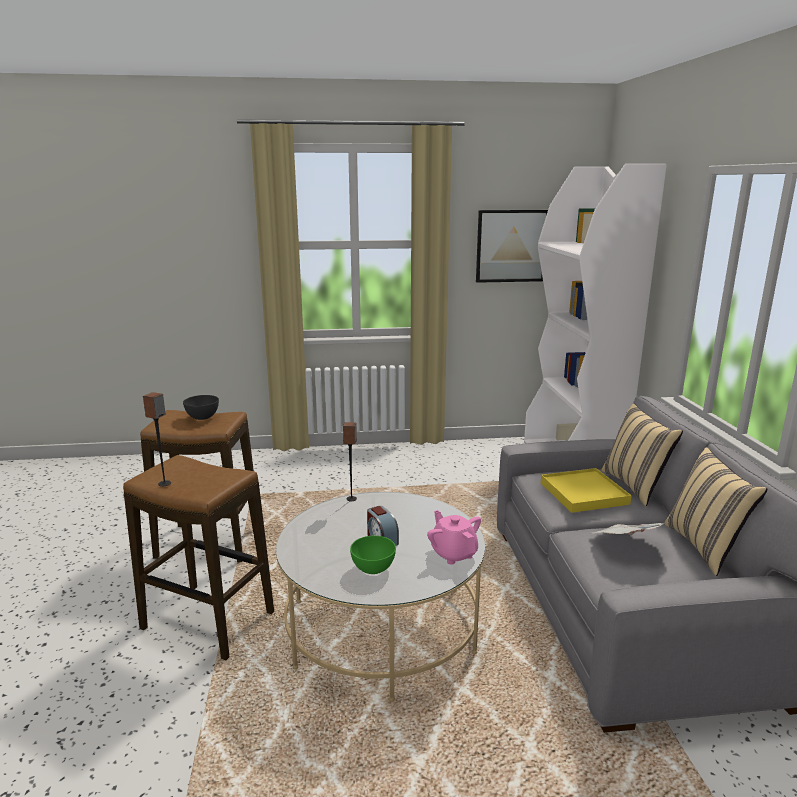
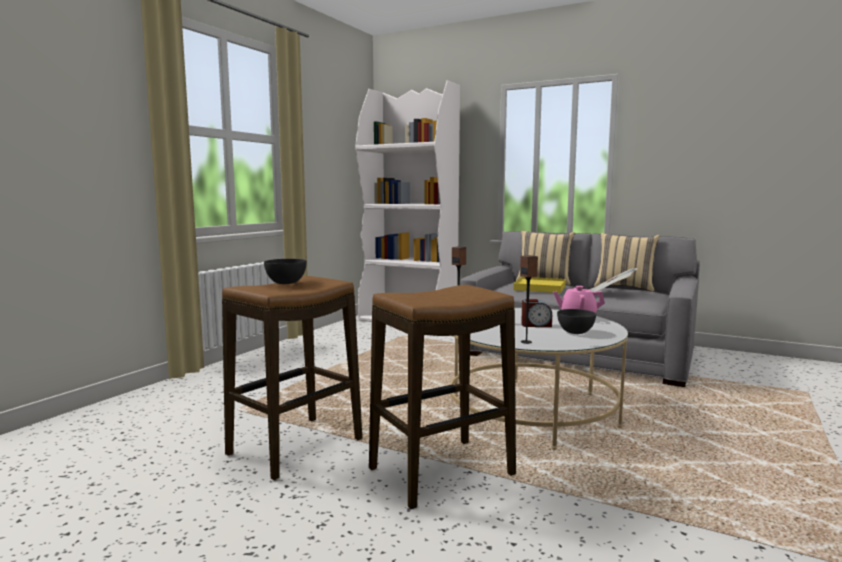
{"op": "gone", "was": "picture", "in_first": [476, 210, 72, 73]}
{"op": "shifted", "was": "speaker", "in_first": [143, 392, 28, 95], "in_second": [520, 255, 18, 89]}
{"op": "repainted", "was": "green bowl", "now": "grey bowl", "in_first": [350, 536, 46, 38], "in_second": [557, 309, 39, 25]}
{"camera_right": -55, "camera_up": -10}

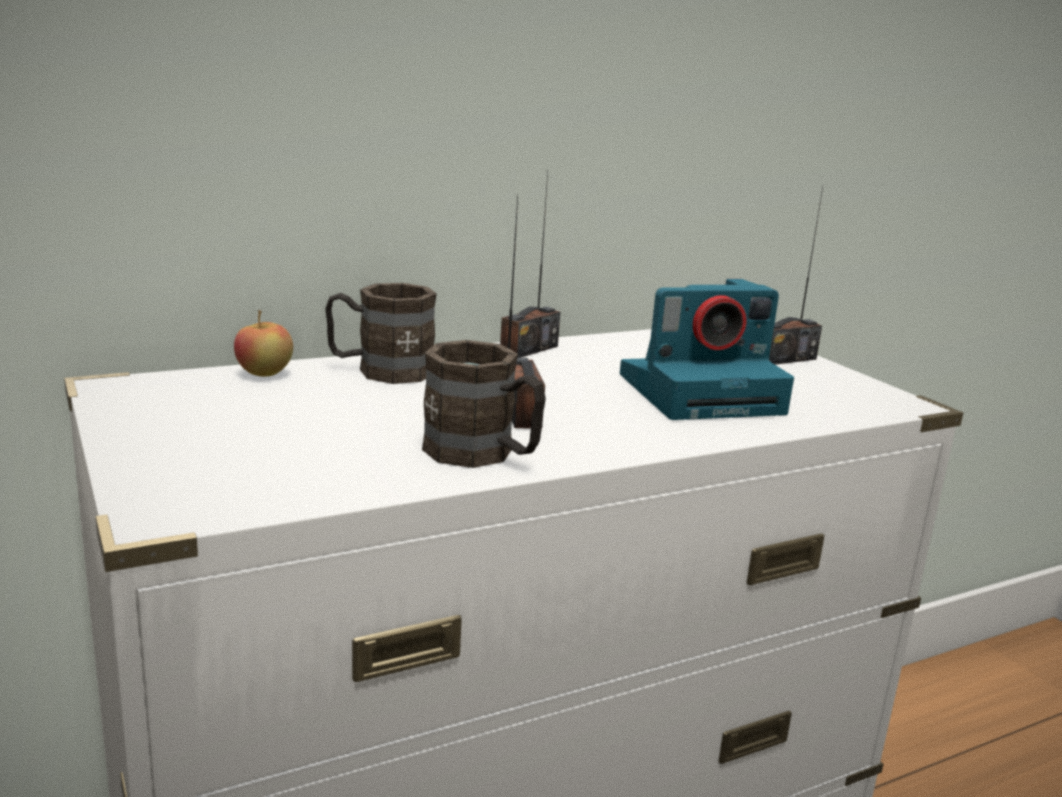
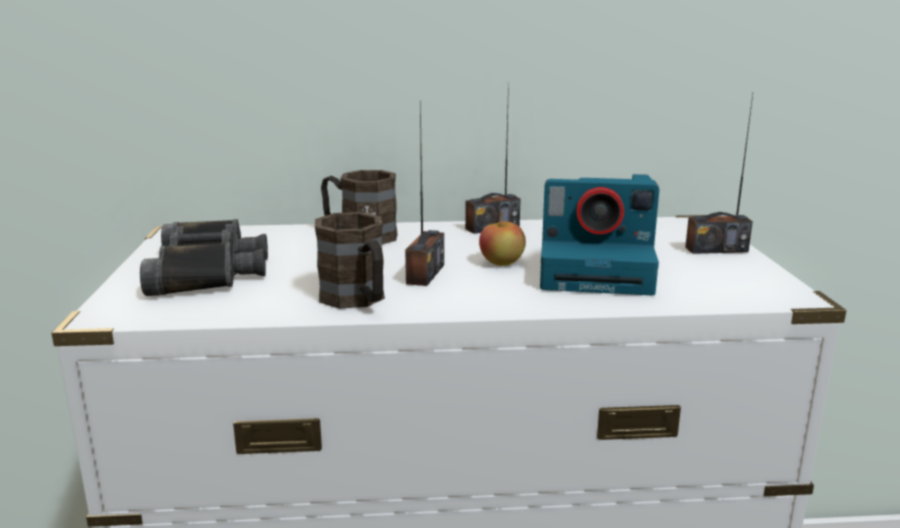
{"op": "shifted", "was": "apple", "in_first": [234, 310, 59, 67], "in_second": [479, 212, 47, 54]}
{"op": "new", "now": "black binoculars", "in_second": [140, 219, 128, 77]}
{"camera_right": 25, "camera_up": 0}

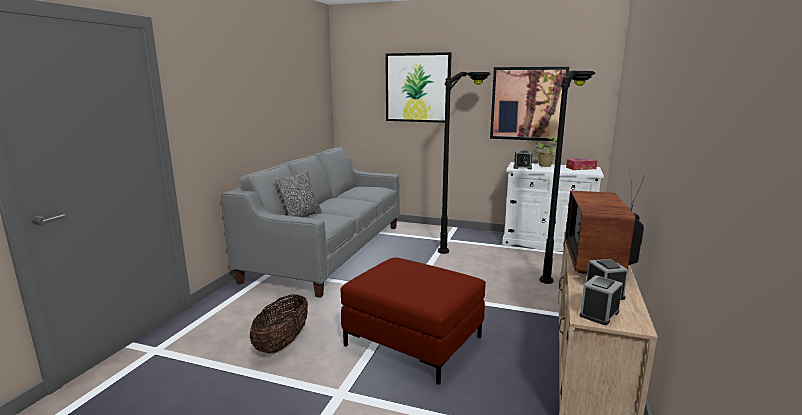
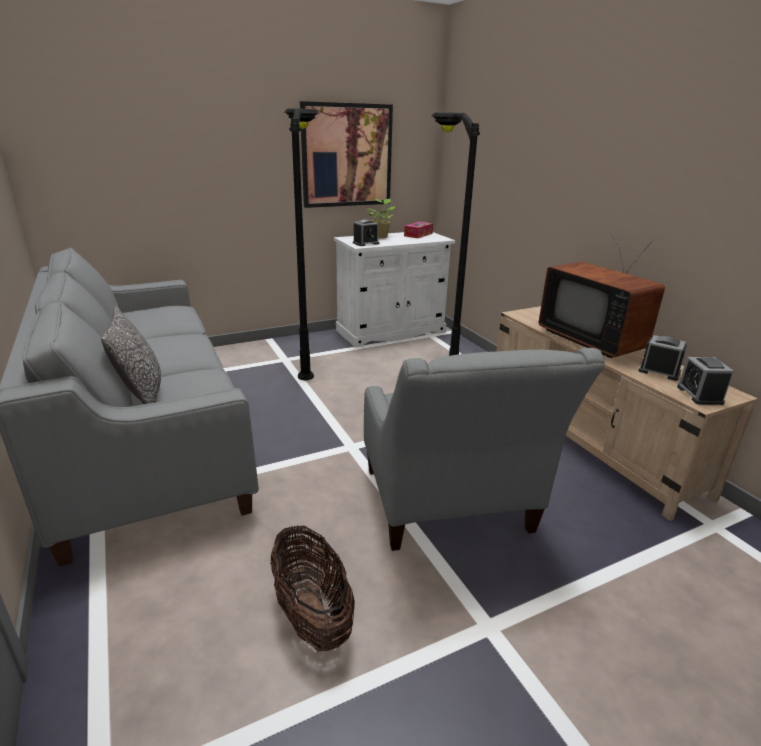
{"op": "gone", "was": "picture", "in_first": [385, 52, 67, 71]}
{"op": "swapped", "was": "red ottoman", "now": "grey armchair", "in_first": [340, 257, 146, 128], "in_second": [364, 348, 240, 203]}
{"camera_right": -45, "camera_up": 10}

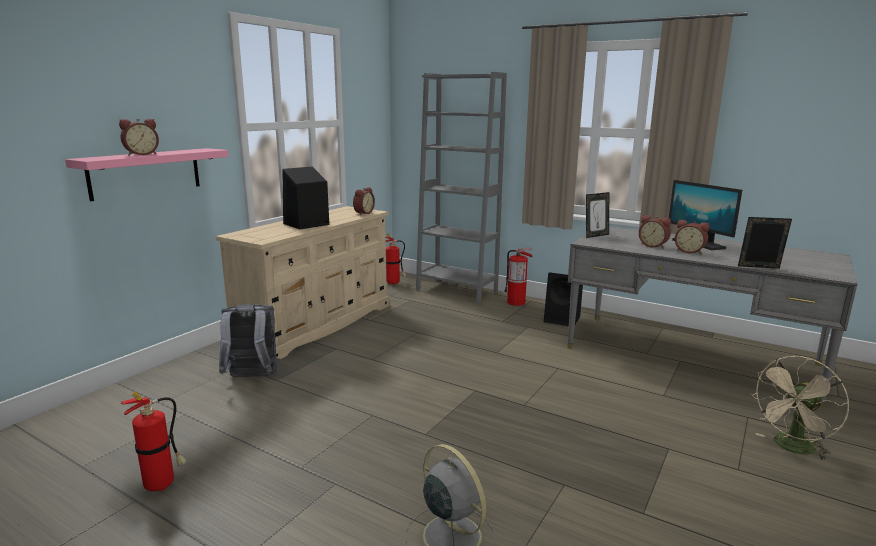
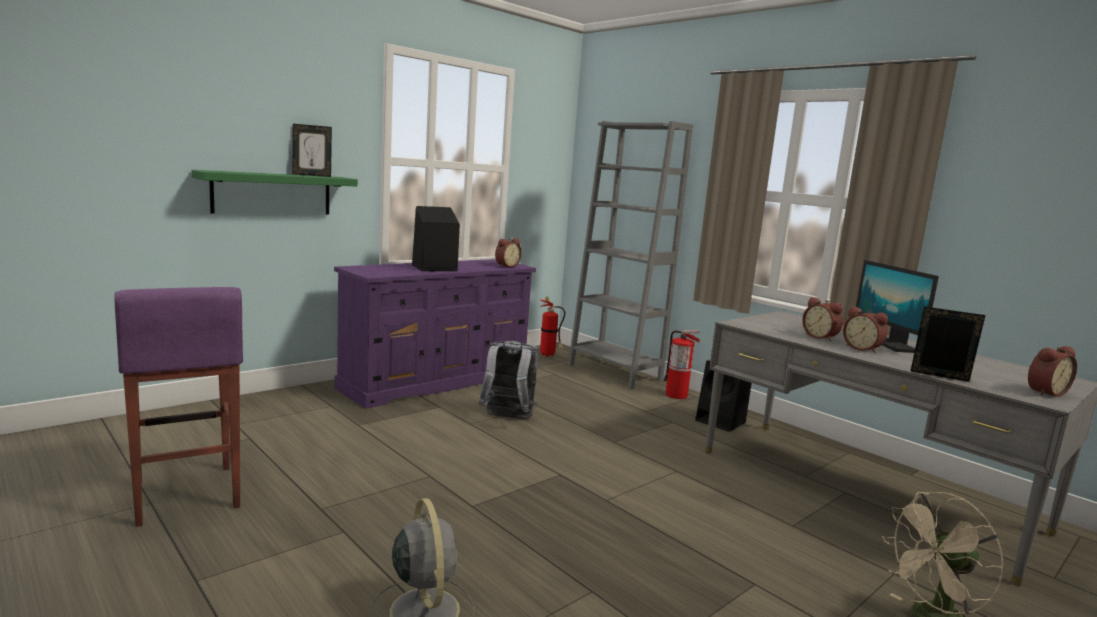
{"op": "shifted", "was": "alarm clock", "in_first": [119, 119, 40, 36], "in_second": [1028, 346, 49, 51]}
{"op": "repainted", "was": "pink shelf", "now": "green shelf", "in_first": [65, 148, 164, 53], "in_second": [192, 170, 166, 45]}
{"op": "shifted", "was": "picture frame", "in_first": [586, 192, 23, 46], "in_second": [292, 124, 40, 53]}
{"op": "repainted", "was": "beige dresser", "now": "purple dresser", "in_first": [216, 206, 173, 153], "in_second": [334, 259, 202, 150]}
{"op": "shifted", "was": "grey backpack", "in_first": [219, 304, 61, 73], "in_second": [479, 341, 60, 78]}
{"op": "swapped", "was": "fire extinguisher", "now": "purple stool", "in_first": [121, 391, 65, 101], "in_second": [115, 287, 128, 240]}
{"camera_right": 15, "camera_up": -5}

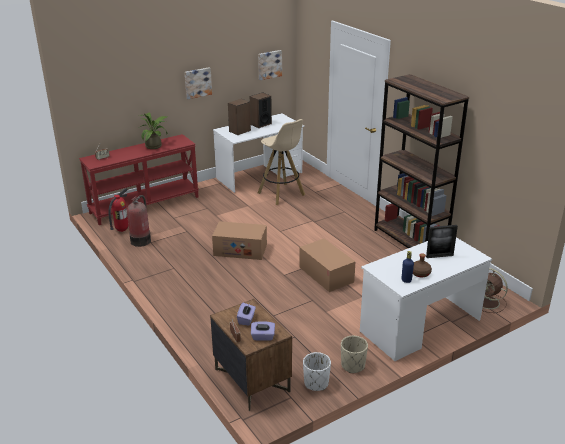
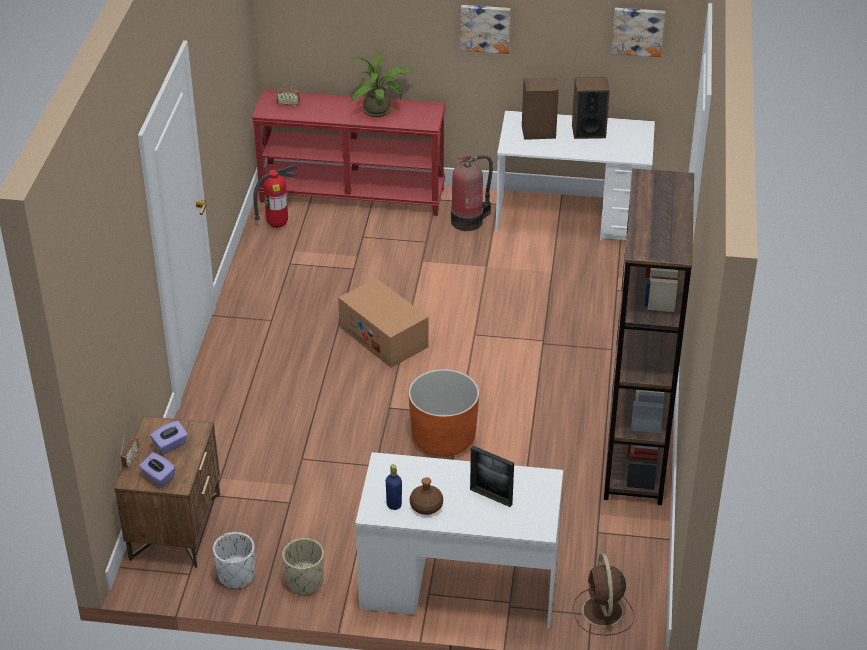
{"op": "gone", "was": "beige stool", "in_first": [258, 119, 47, 86]}
{"op": "shifted", "was": "fire extinguisher", "in_first": [127, 195, 24, 52], "in_second": [451, 155, 42, 76]}
{"op": "swapped", "was": "cardboard box", "now": "orange planter", "in_first": [299, 239, 57, 53], "in_second": [409, 369, 70, 88]}
{"camera_right": 40, "camera_up": 10}

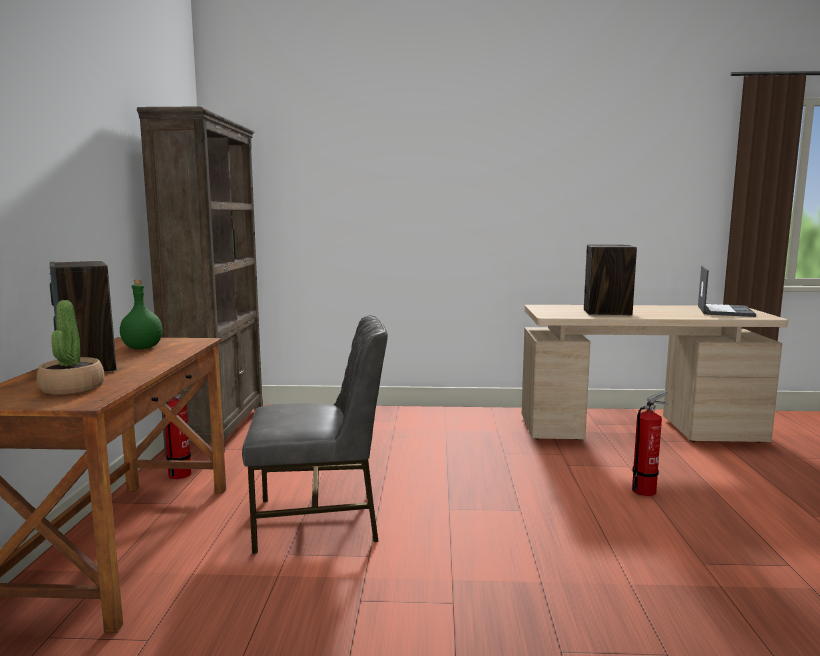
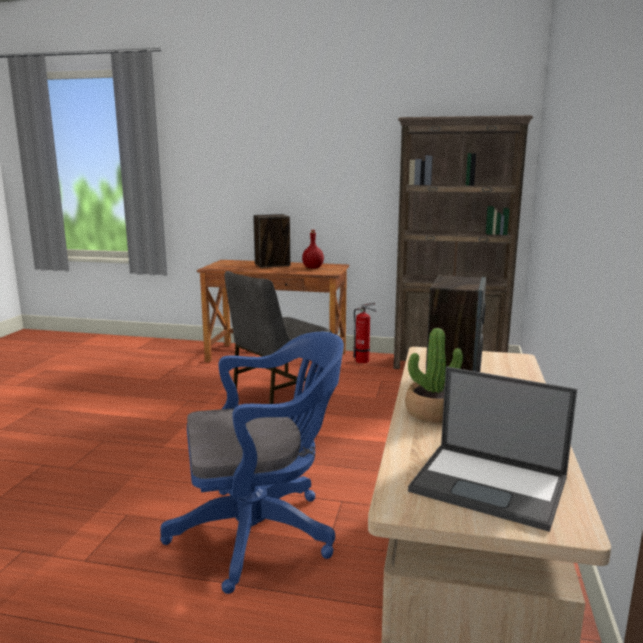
{"op": "repainted", "was": "green bottle", "now": "red bottle", "in_first": [120, 280, 43, 69], "in_second": [302, 230, 22, 38]}
{"op": "shifted", "was": "potted plant", "in_first": [36, 300, 68, 95], "in_second": [405, 328, 58, 95]}
{"op": "rotated", "was": "grey chair", "in_first": [242, 316, 146, 238], "in_second": [225, 271, 107, 133], "clockwise": 45}
{"op": "swapped", "was": "fire extinguisher", "now": "blue office chair", "in_first": [632, 390, 36, 106], "in_second": [160, 332, 184, 262]}
{"camera_right": 100, "camera_up": 5}

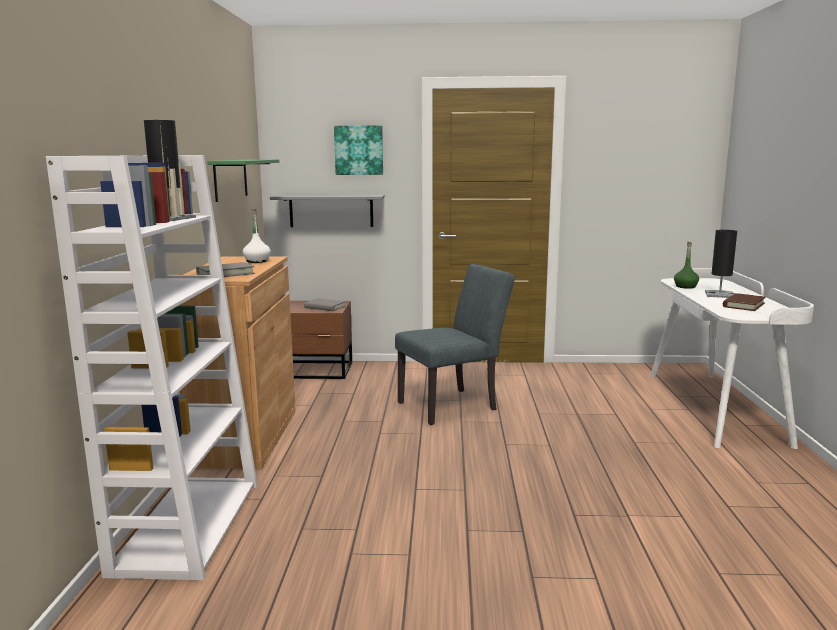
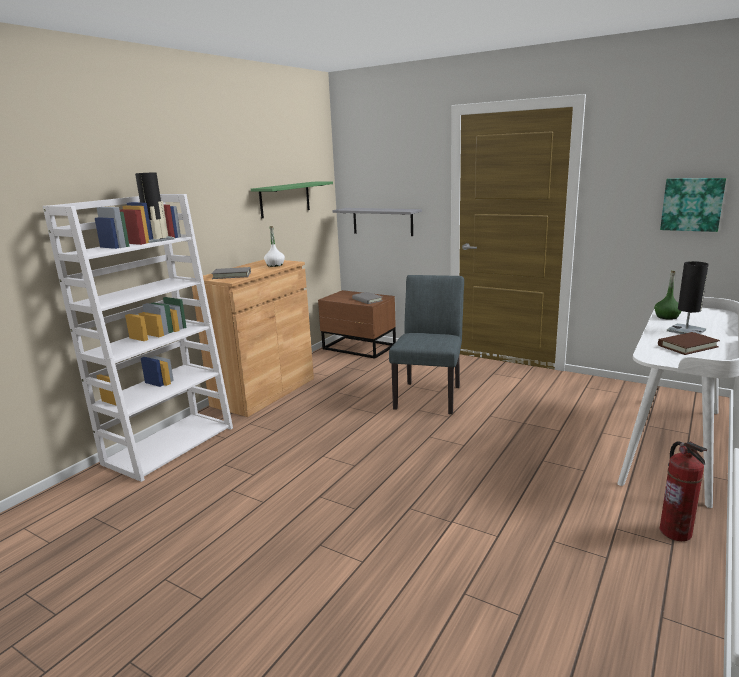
{"op": "shifted", "was": "picture", "in_first": [334, 125, 49, 50], "in_second": [660, 178, 66, 54]}
{"op": "rotated", "was": "grey chair", "in_first": [395, 264, 120, 161], "in_second": [389, 275, 75, 139], "clockwise": -75}
{"op": "new", "now": "fire extinguisher", "in_second": [660, 441, 47, 100]}
{"camera_right": 30, "camera_up": 5}

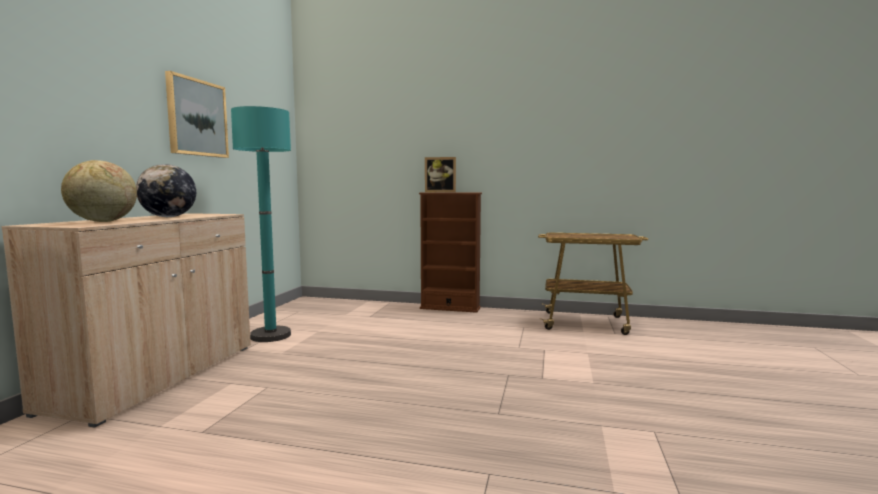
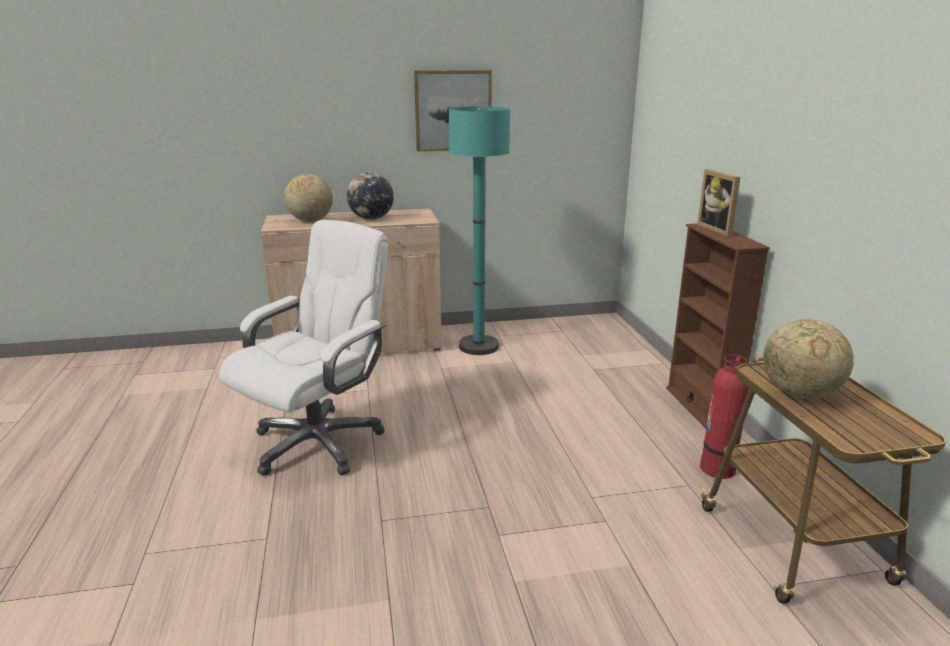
{"op": "new", "now": "white office chair", "in_second": [219, 220, 169, 256]}
{"op": "new", "now": "globe", "in_second": [763, 319, 91, 80]}
{"op": "new", "now": "fire extinguisher", "in_second": [700, 354, 49, 125]}
{"camera_right": 65, "camera_up": 15}

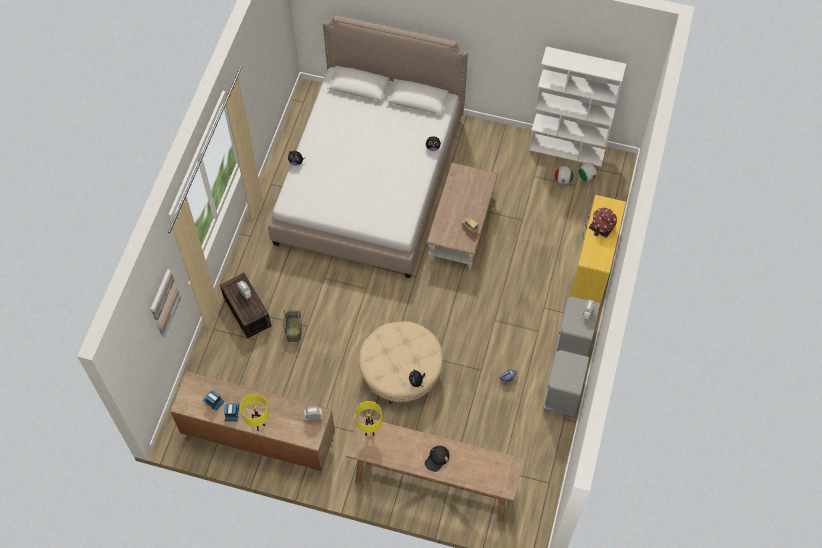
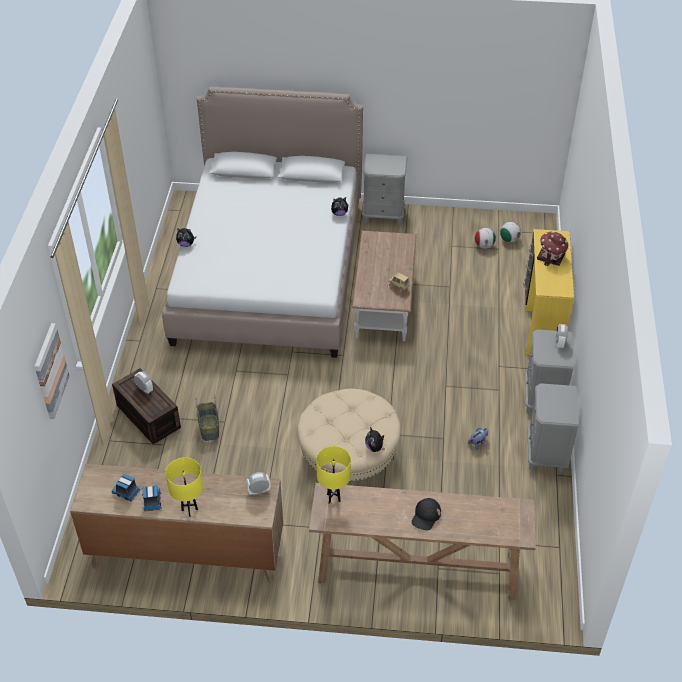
{"op": "gone", "was": "white bookcase", "in_first": [529, 46, 97, 121]}
{"op": "new", "now": "grey nightstand", "in_second": [362, 154, 46, 71]}
{"camera_right": -10, "camera_up": -15}

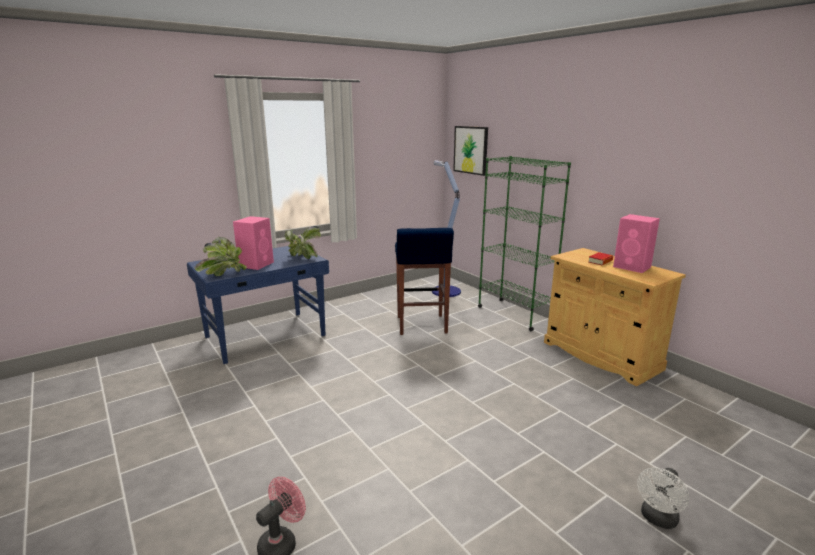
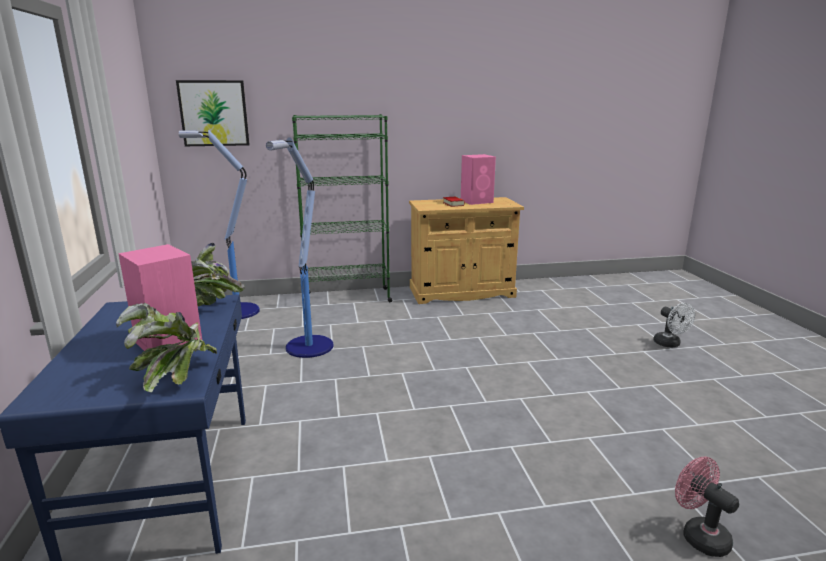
{"op": "swapped", "was": "blue stool", "now": "floor lamp", "in_first": [395, 228, 59, 107], "in_second": [266, 137, 68, 221]}
{"camera_right": -65, "camera_up": 0}

